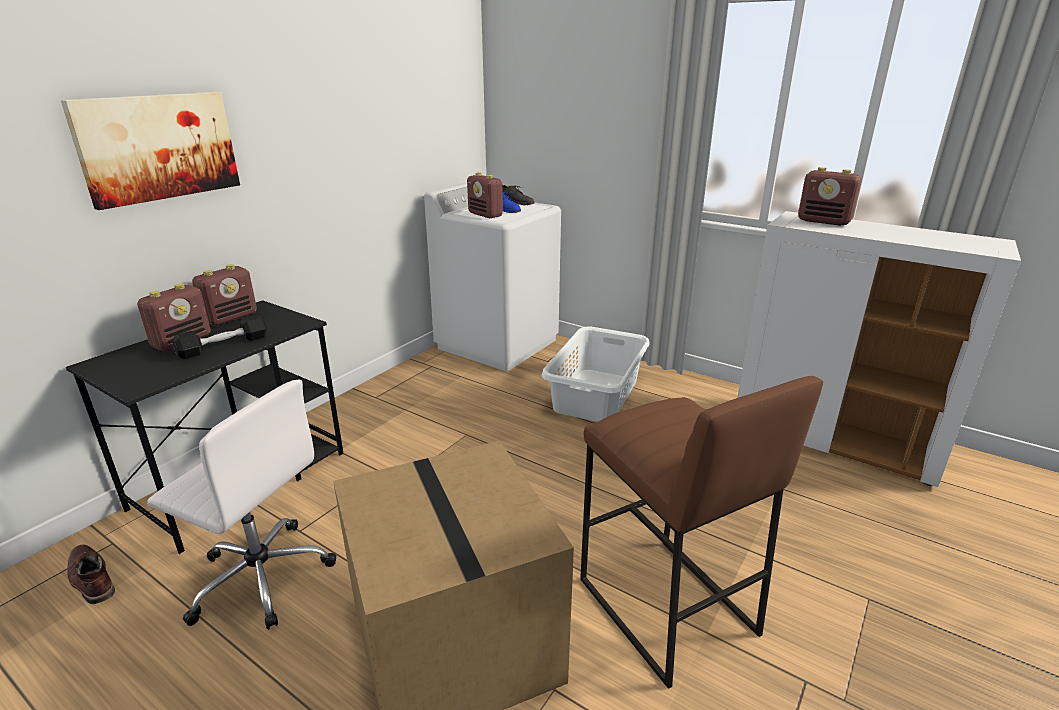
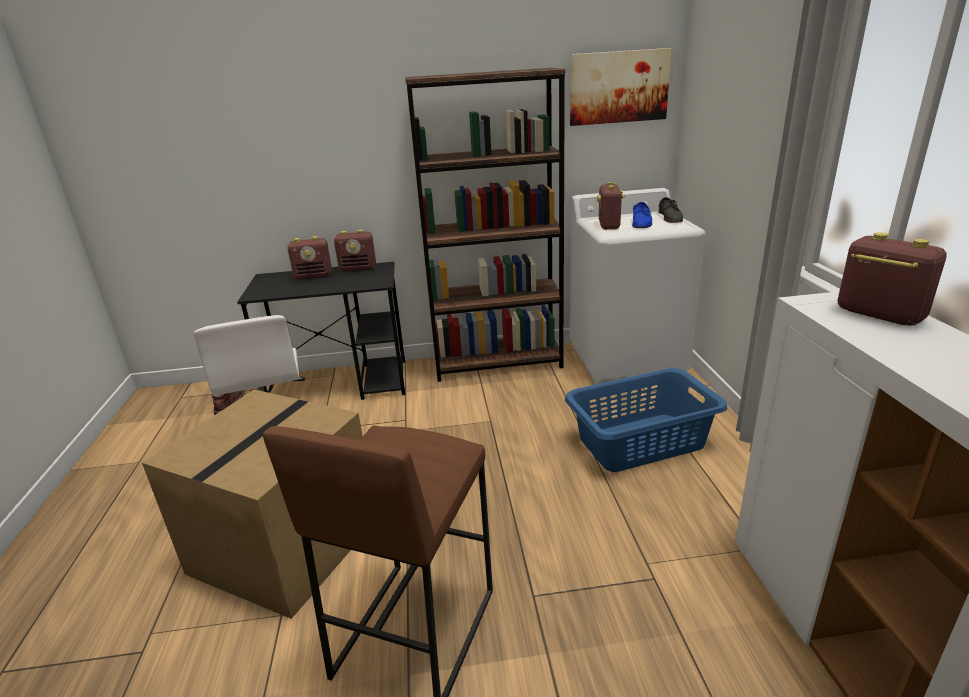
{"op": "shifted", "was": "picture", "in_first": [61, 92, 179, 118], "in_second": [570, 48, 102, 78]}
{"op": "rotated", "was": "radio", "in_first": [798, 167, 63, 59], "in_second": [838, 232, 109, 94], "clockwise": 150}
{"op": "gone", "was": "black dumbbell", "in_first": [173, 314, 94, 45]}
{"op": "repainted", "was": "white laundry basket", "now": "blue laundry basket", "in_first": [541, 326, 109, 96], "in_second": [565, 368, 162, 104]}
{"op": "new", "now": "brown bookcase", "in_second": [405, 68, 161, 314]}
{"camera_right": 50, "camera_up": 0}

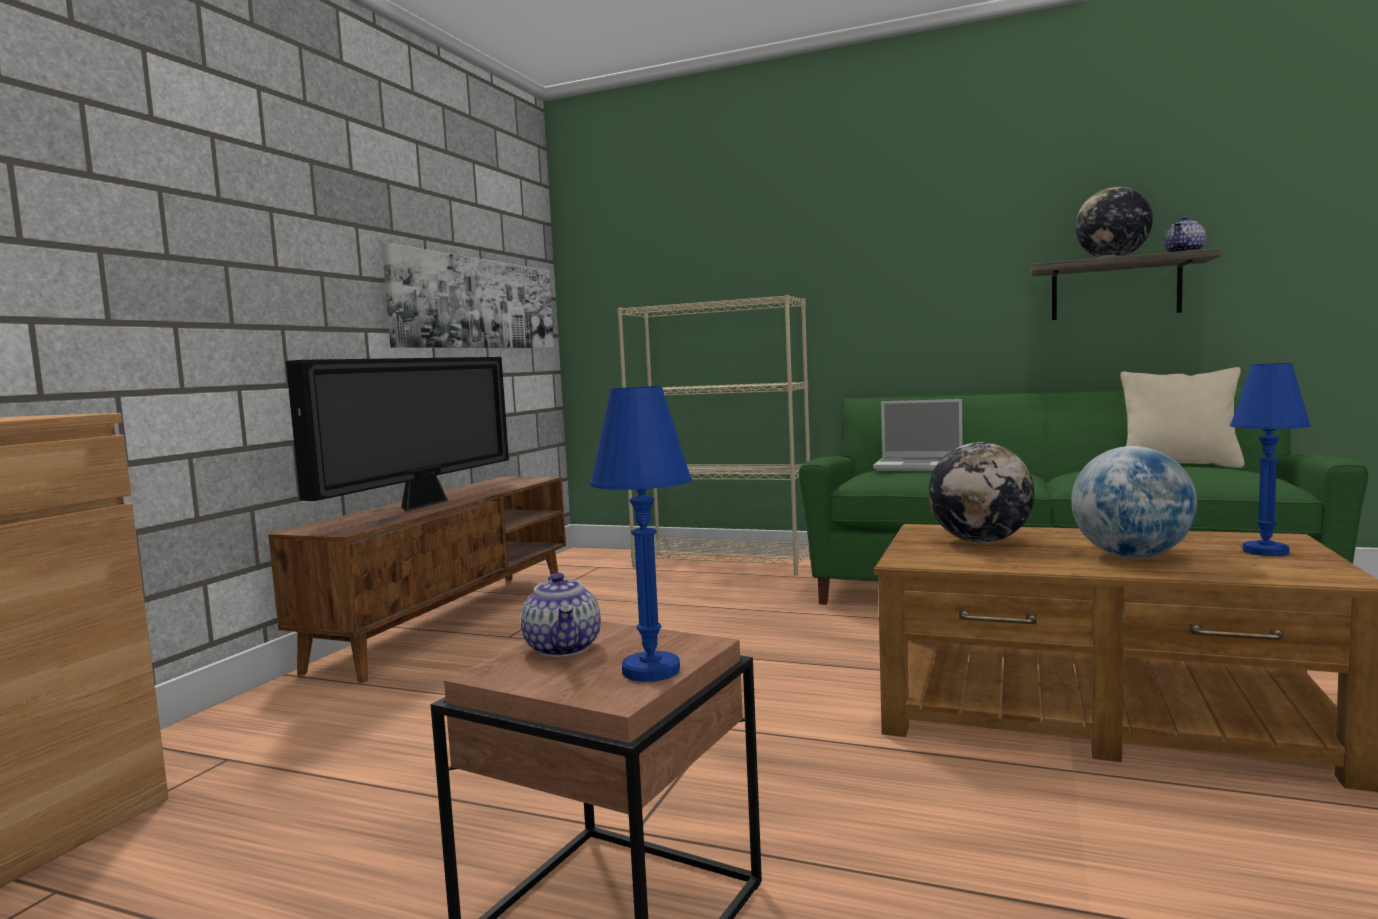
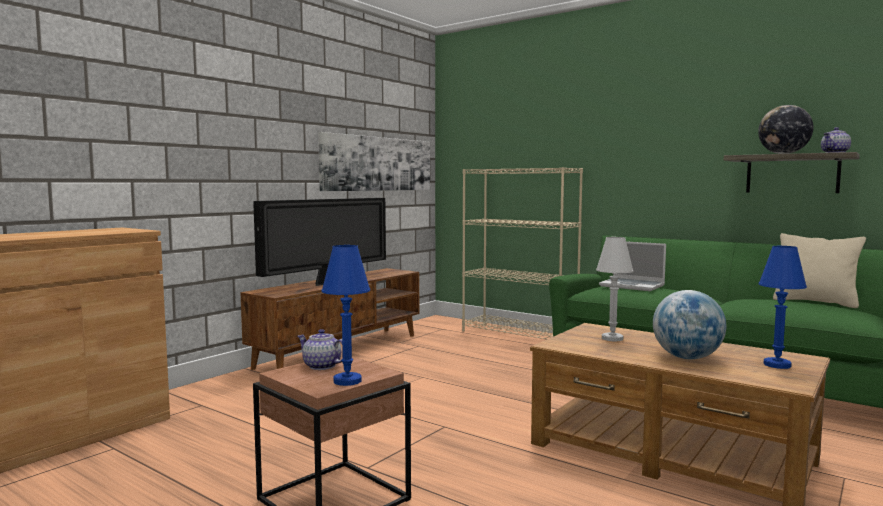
{"op": "swapped", "was": "globe", "now": "white table lamp", "in_first": [928, 442, 106, 101], "in_second": [596, 237, 38, 104]}
{"op": "rotated", "was": "teapot", "in_first": [521, 573, 80, 84], "in_second": [298, 329, 44, 41], "clockwise": 120}
{"camera_right": 15, "camera_up": 0}

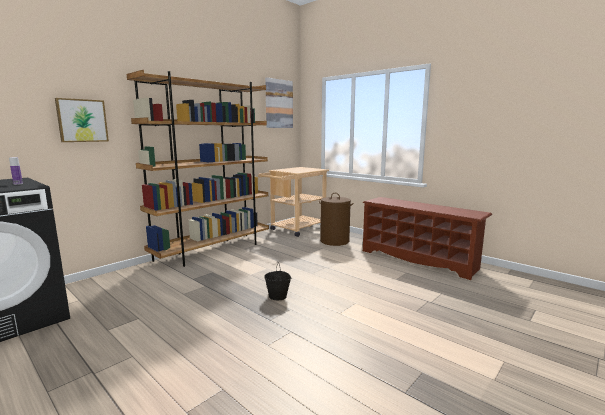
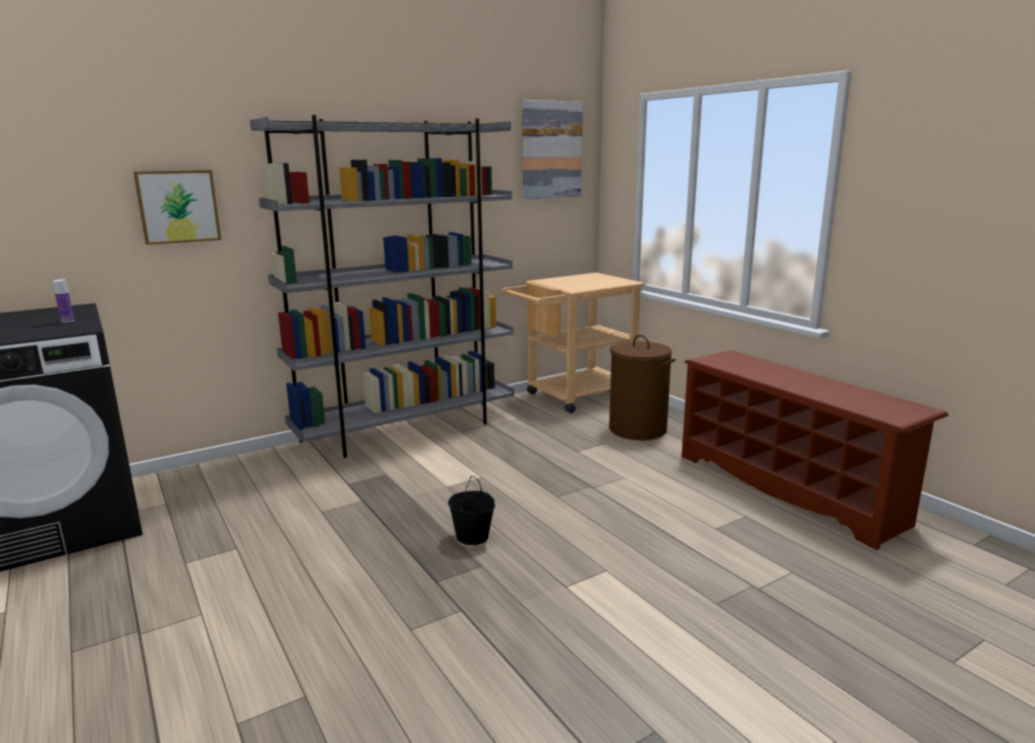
{"op": "repainted", "was": "brown bookcase", "now": "grey bookcase", "in_first": [127, 70, 142, 197], "in_second": [250, 115, 264, 343]}
{"camera_right": 15, "camera_up": 5}

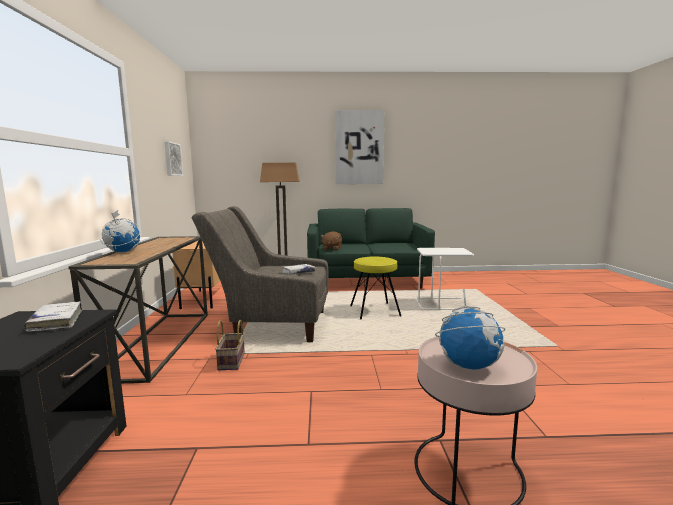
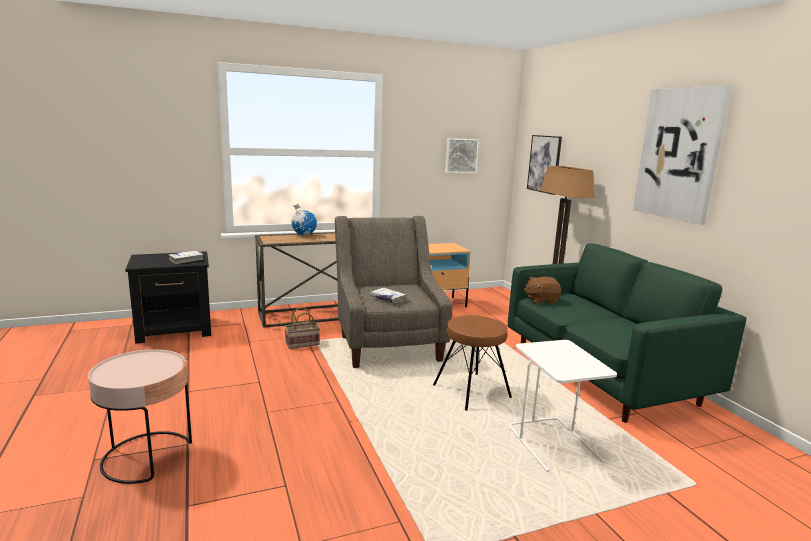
{"op": "repainted", "was": "yellow stool", "now": "brown stool", "in_first": [350, 257, 51, 63], "in_second": [433, 315, 79, 96]}
{"op": "gone", "was": "globe", "in_first": [435, 289, 70, 81]}
{"op": "new", "now": "picture", "in_second": [527, 135, 35, 60]}
{"camera_right": 70, "camera_up": 5}

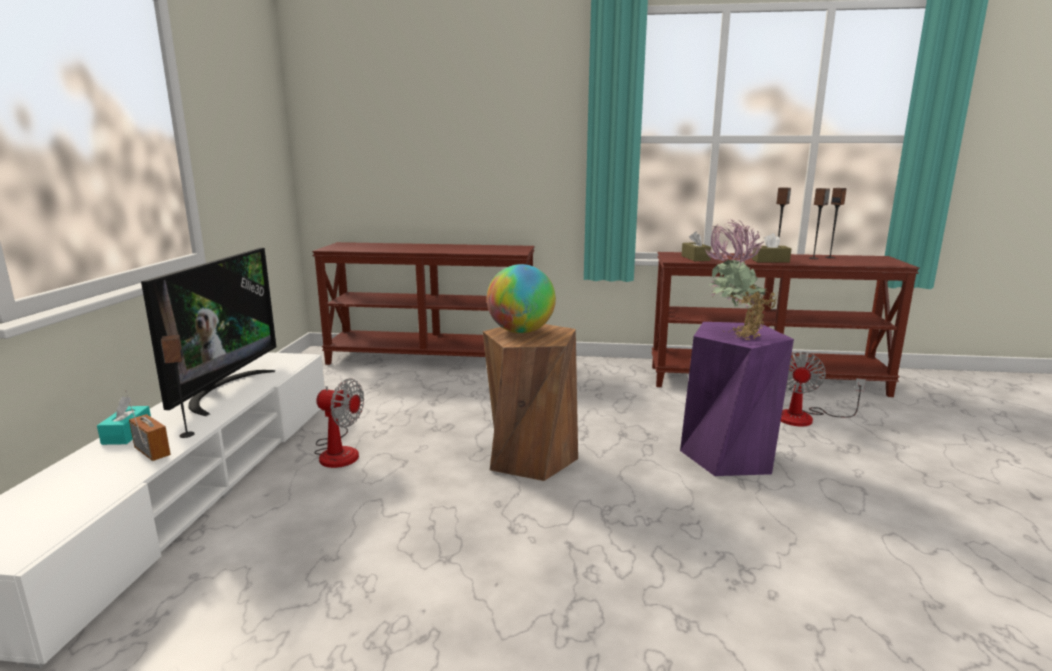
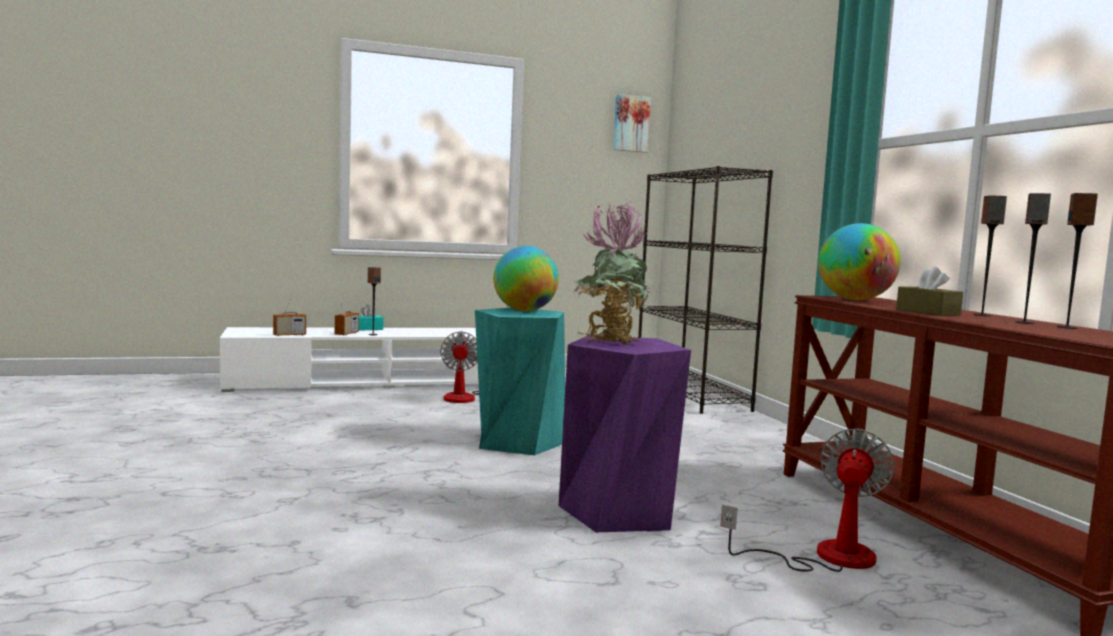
{"op": "swapped", "was": "brown tissue box", "now": "globe", "in_first": [682, 231, 29, 30], "in_second": [818, 223, 83, 77]}
{"op": "swapped", "was": "brown console table", "now": "black bookcase", "in_first": [312, 242, 223, 123], "in_second": [638, 166, 135, 248]}
{"op": "gone", "was": "television", "in_first": [141, 248, 135, 168]}
{"op": "repainted", "was": "brown stool", "now": "turquoise stool", "in_first": [483, 324, 95, 157], "in_second": [475, 308, 90, 148]}
{"op": "rotated", "was": "fan", "in_first": [781, 352, 85, 74], "in_second": [720, 428, 175, 144], "clockwise": 120}
{"op": "new", "now": "picture", "in_second": [613, 94, 38, 59]}
{"op": "new", "now": "radio", "in_second": [273, 292, 33, 44]}
{"camera_right": 65, "camera_up": -10}

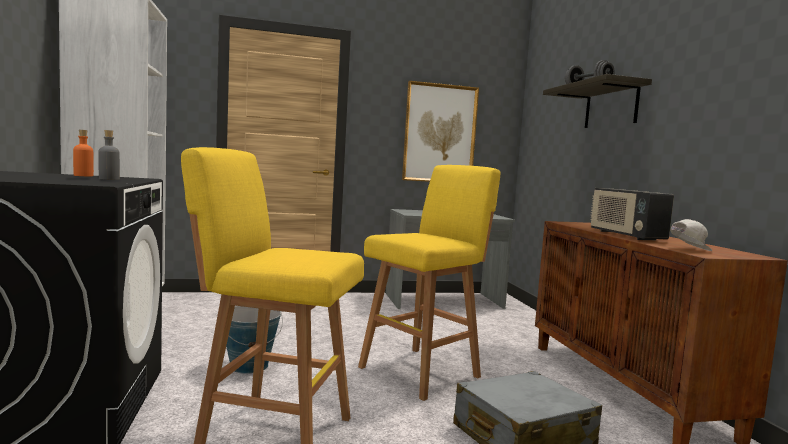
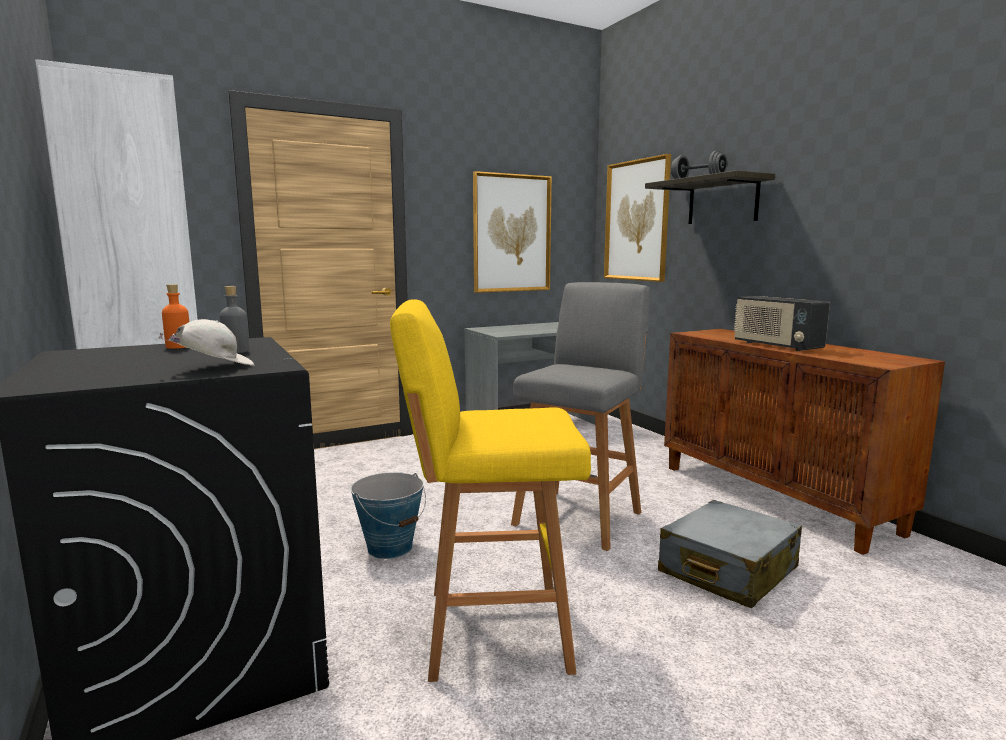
{"op": "repainted", "was": "yellow stool", "now": "grey stool", "in_first": [358, 165, 142, 236], "in_second": [511, 282, 139, 269]}
{"op": "shifted", "was": "white cap", "in_first": [670, 219, 42, 32], "in_second": [158, 319, 96, 47]}
{"op": "new", "now": "picture", "in_second": [604, 154, 67, 128]}
{"camera_right": -15, "camera_up": 5}

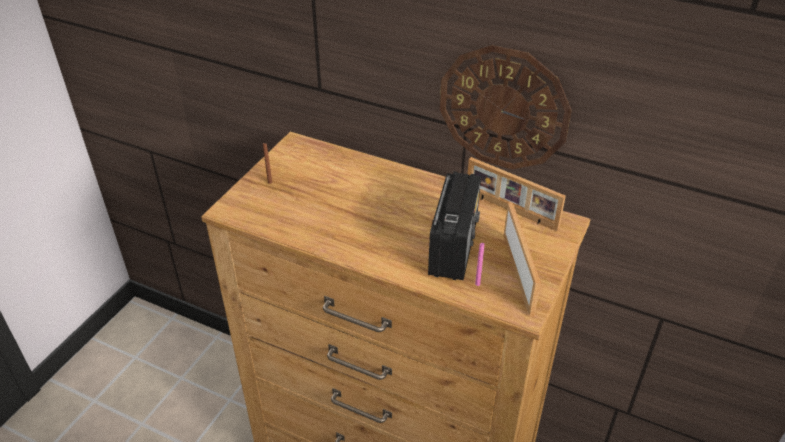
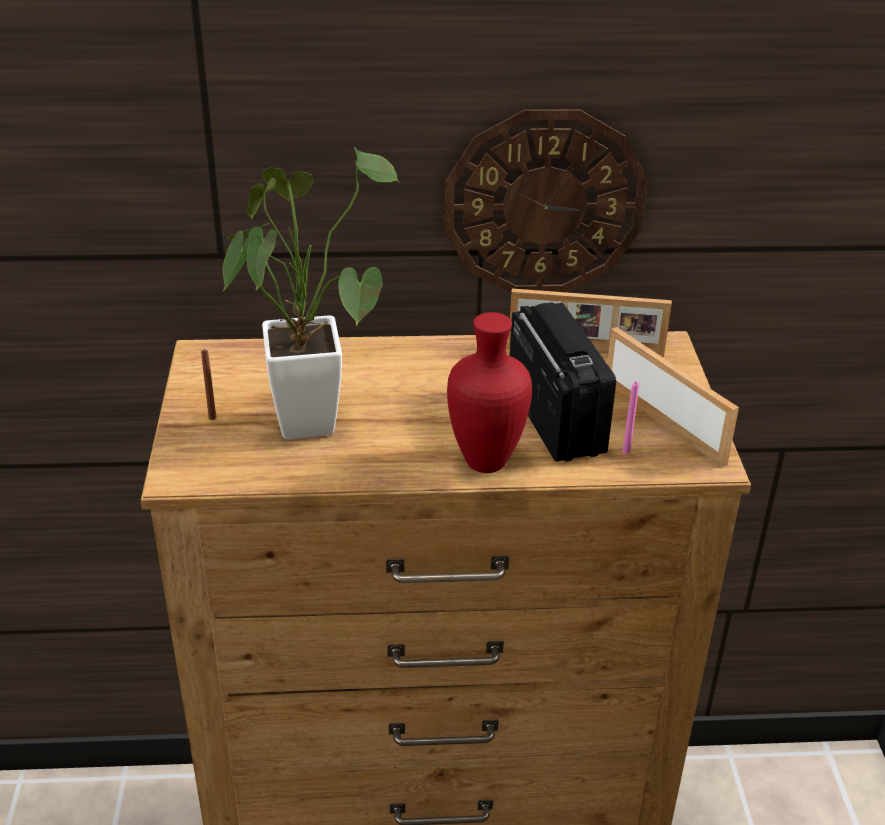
{"op": "new", "now": "potted plant", "in_second": [223, 146, 177, 293]}
{"op": "new", "now": "red vase", "in_second": [447, 312, 85, 161]}
{"camera_right": -30, "camera_up": -5}

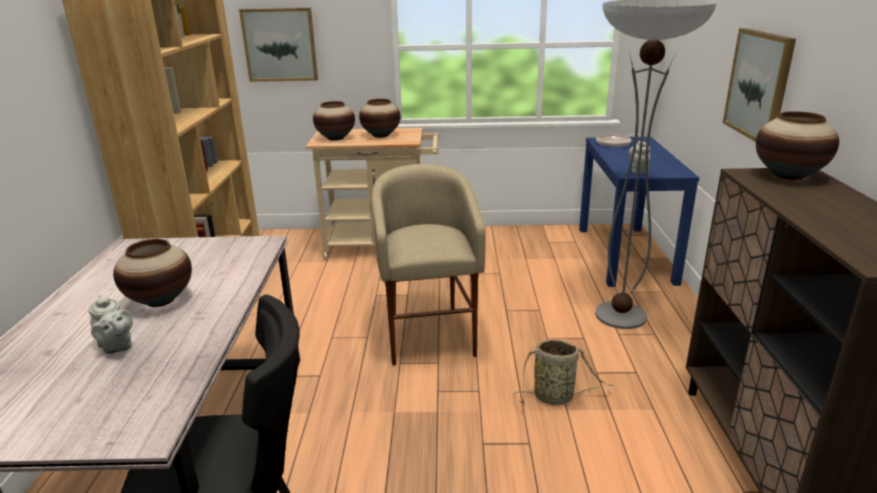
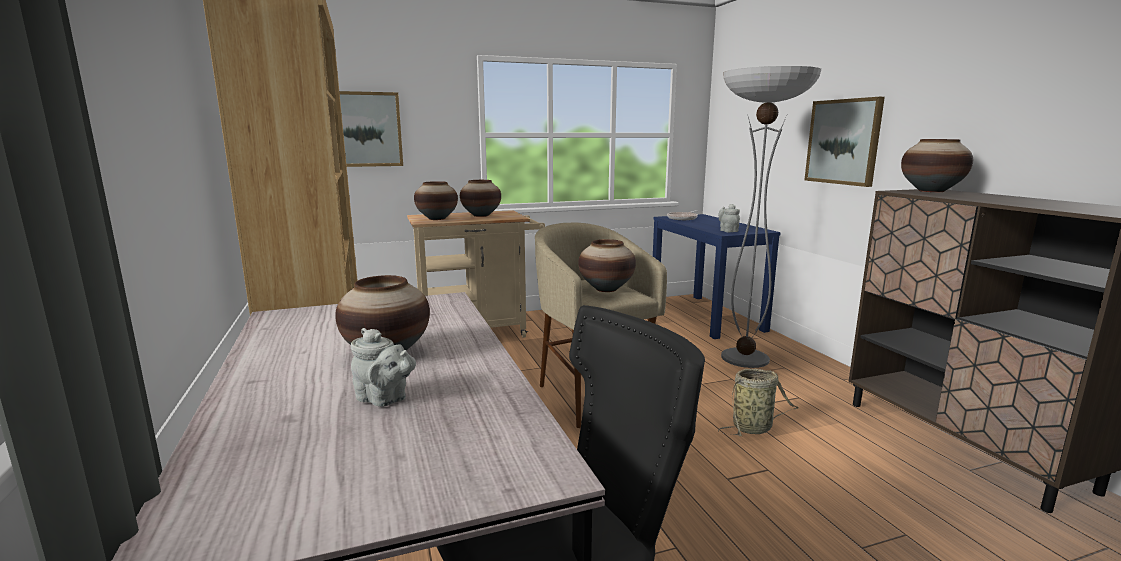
{"op": "new", "now": "vase", "in_second": [578, 239, 58, 53]}
{"camera_right": -20, "camera_up": -10}

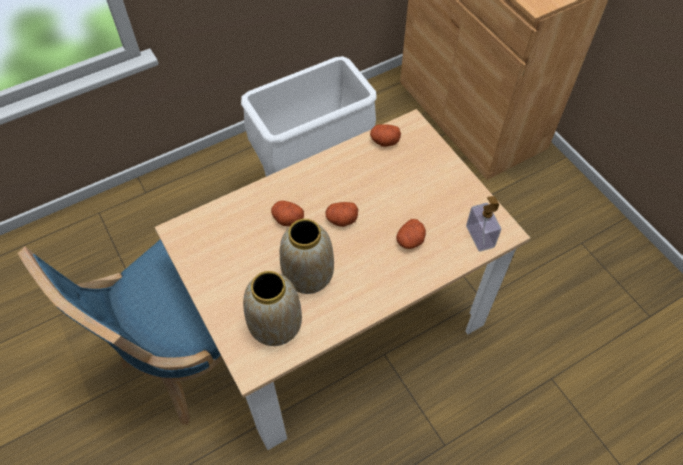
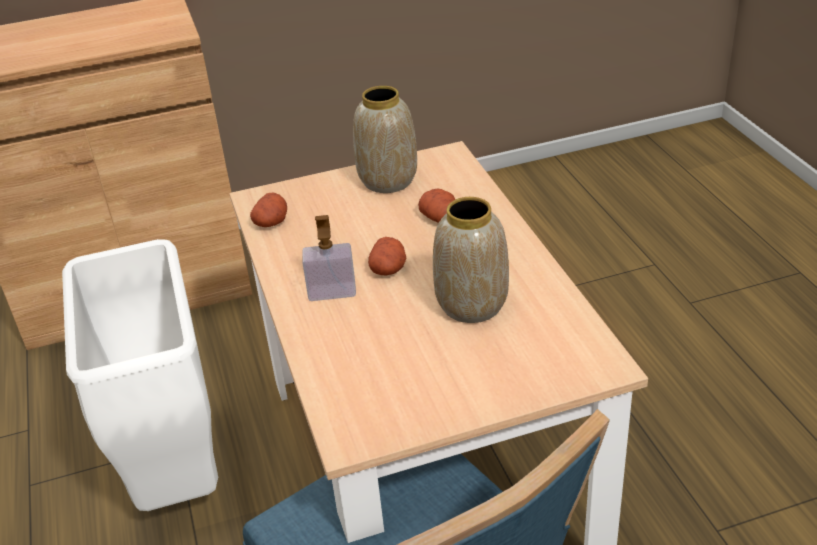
{"op": "shifted", "was": "soap dispenser", "in_first": [466, 196, 35, 56], "in_second": [302, 215, 54, 86]}
{"op": "gone", "was": "potato", "in_first": [271, 200, 33, 26]}
{"op": "shifted", "was": "vase", "in_first": [243, 271, 59, 75], "in_second": [353, 86, 64, 107]}
{"camera_right": -75, "camera_up": -20}

